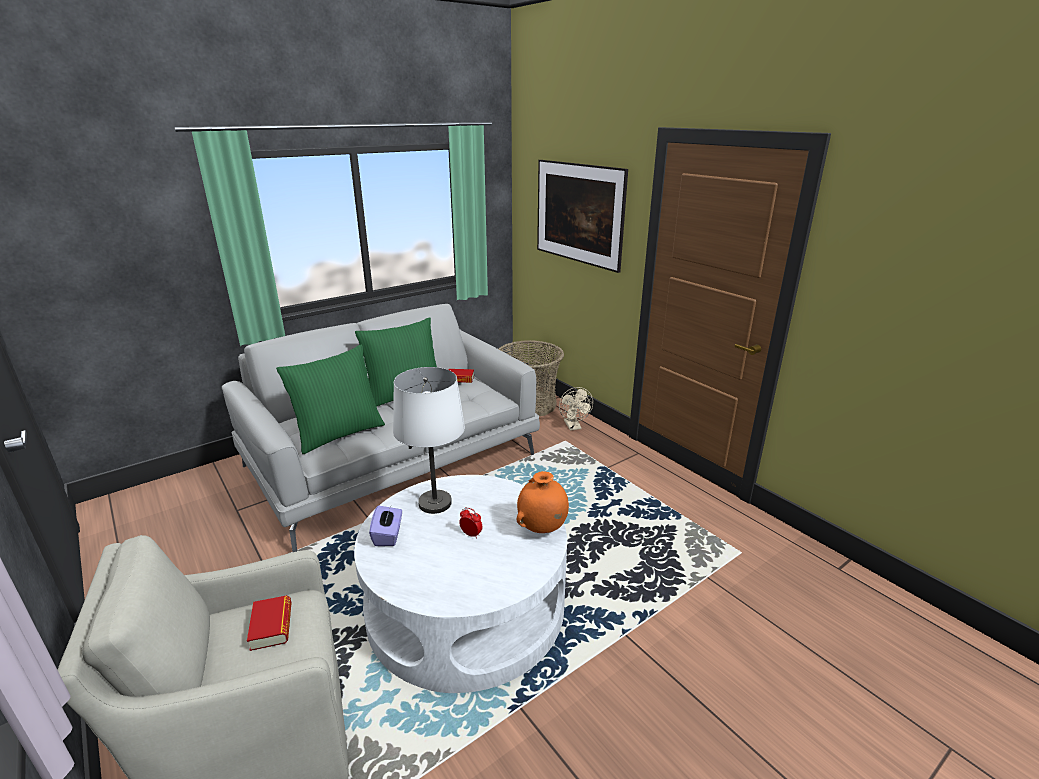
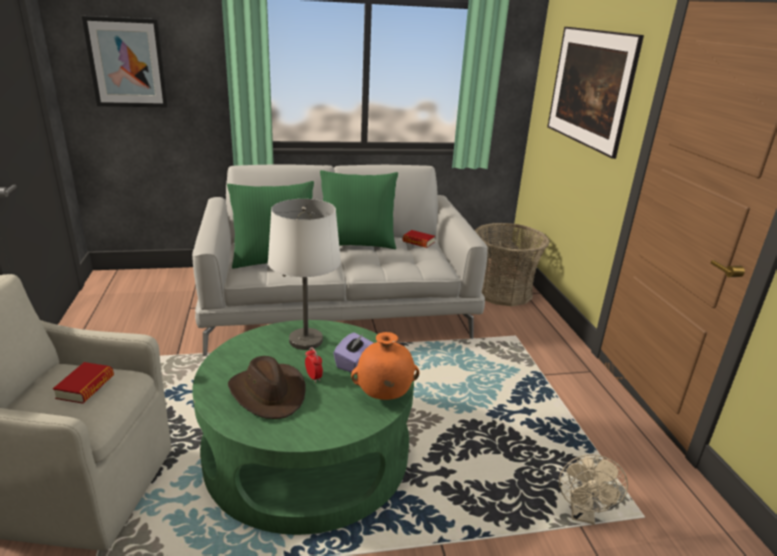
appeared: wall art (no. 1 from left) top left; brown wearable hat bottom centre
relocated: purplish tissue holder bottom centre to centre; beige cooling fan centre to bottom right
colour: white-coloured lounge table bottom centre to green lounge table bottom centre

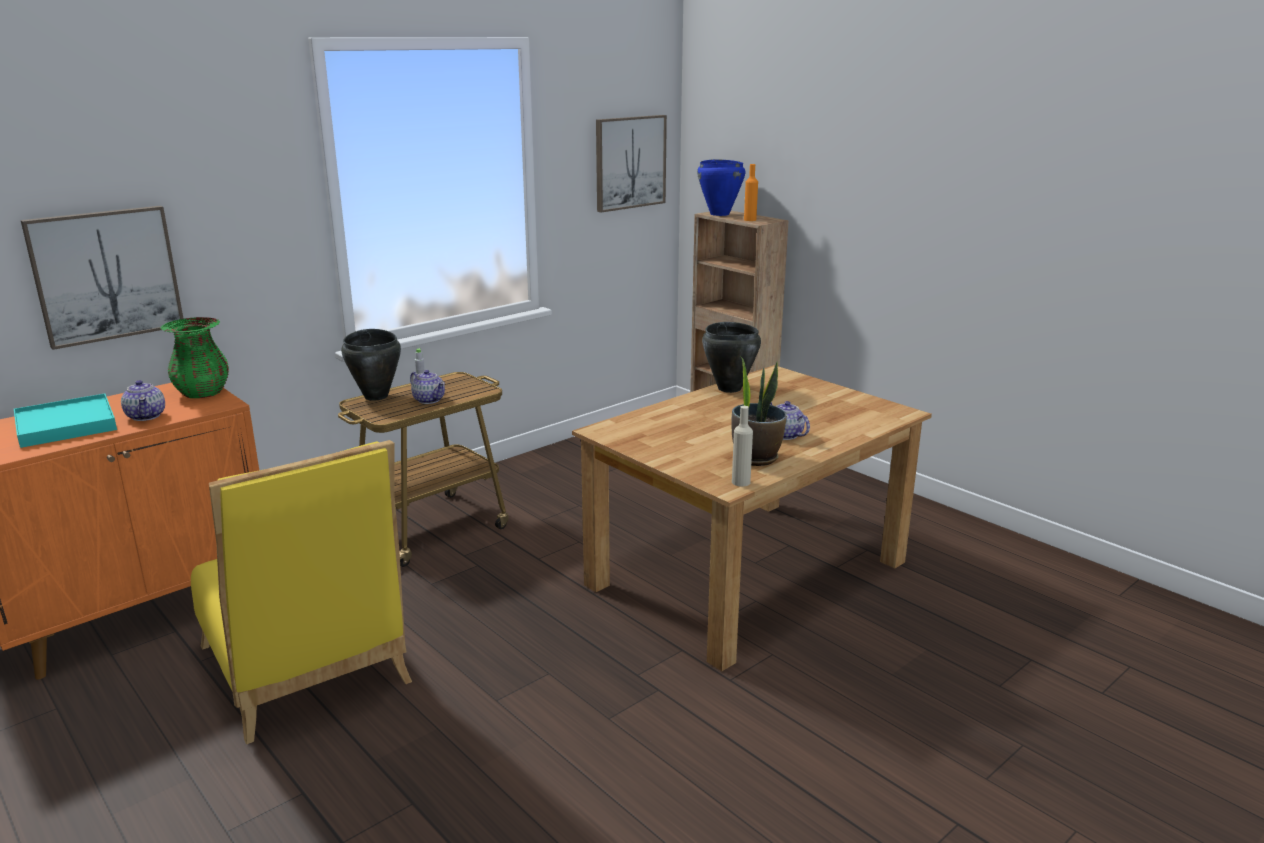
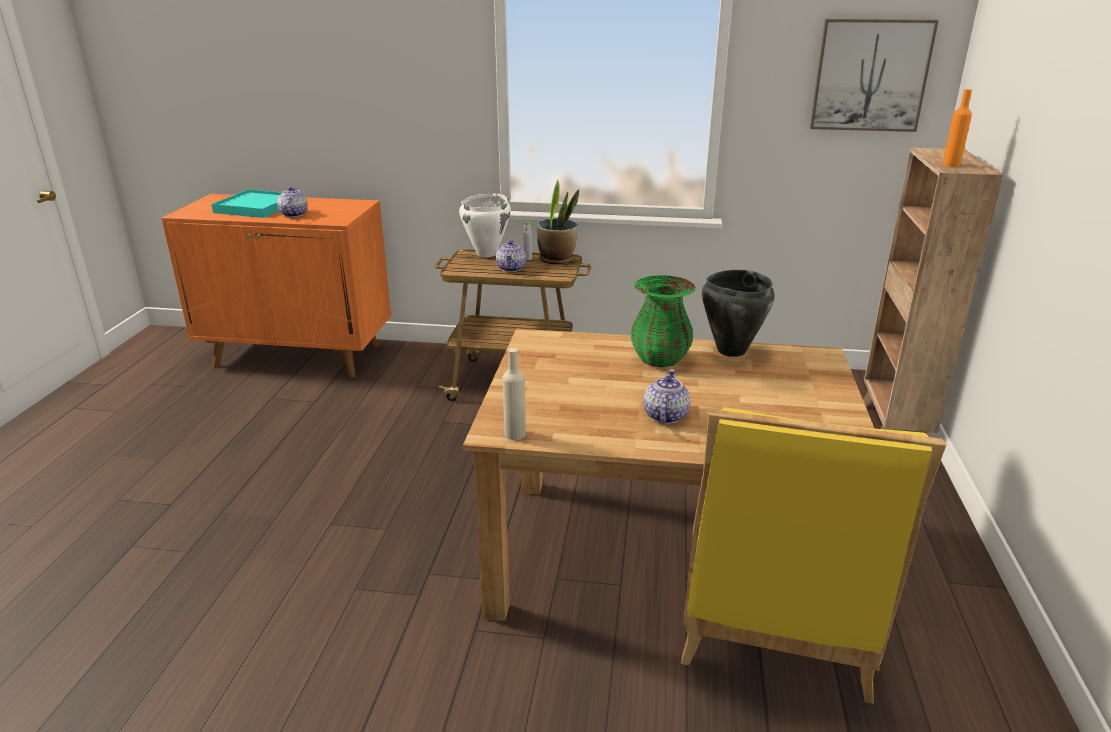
missing: wall art (no. 1 from left) top left; blue-coloured cooking pot top centre
relocated: green flower vase middle left to centre; yellow-coloured plain chair bottom left to bottom right; plant in a pot centre to top centre
colour: black cooking pot (no. 1 from left) middle left to white-coloured cooking pot top centre
spun: tea pot (no. 1 from left) middle left = top left 150 degrees clockwise

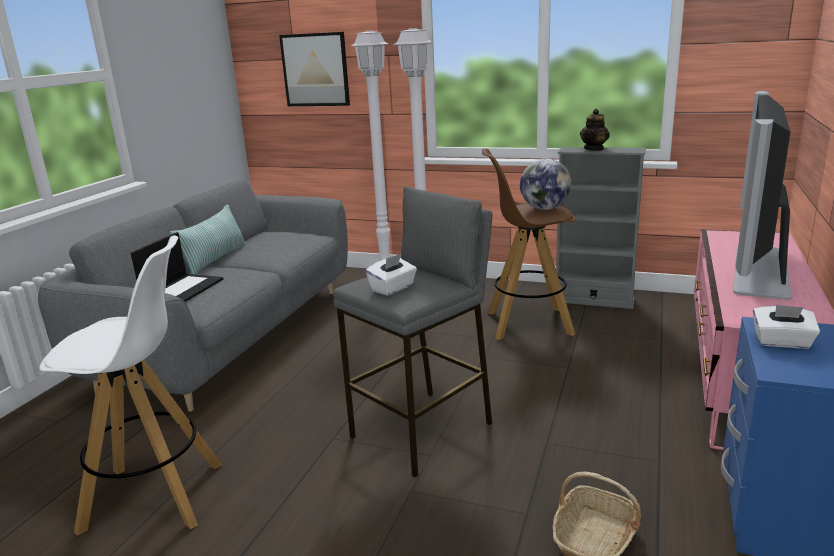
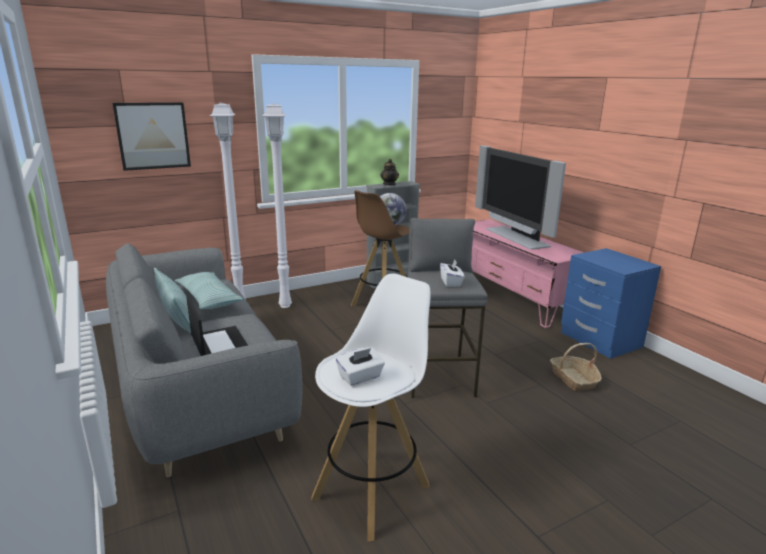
appeared: throw pillow (no. 2 from left) middle left
relocated: white-coloured tissue holder (no. 2 from left in the first image) middle right to white-coloured tissue holder (no. 1 from left) centre

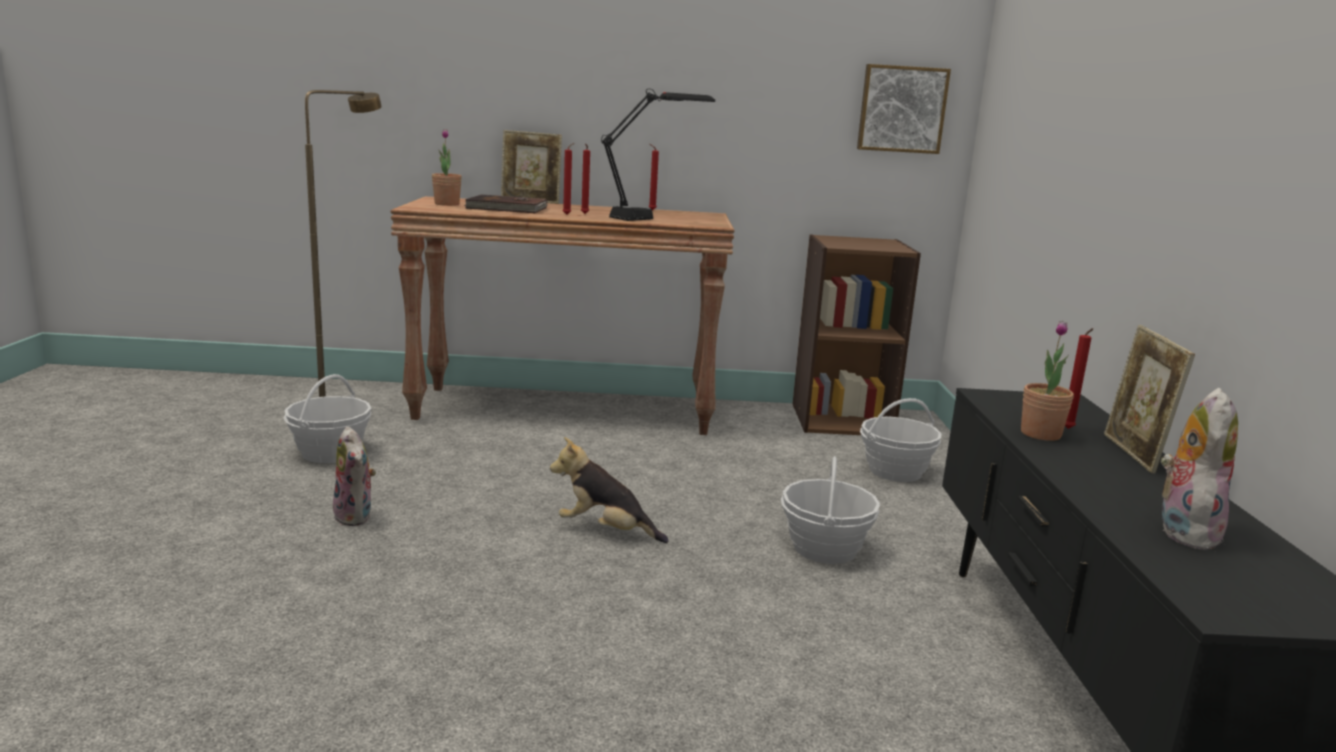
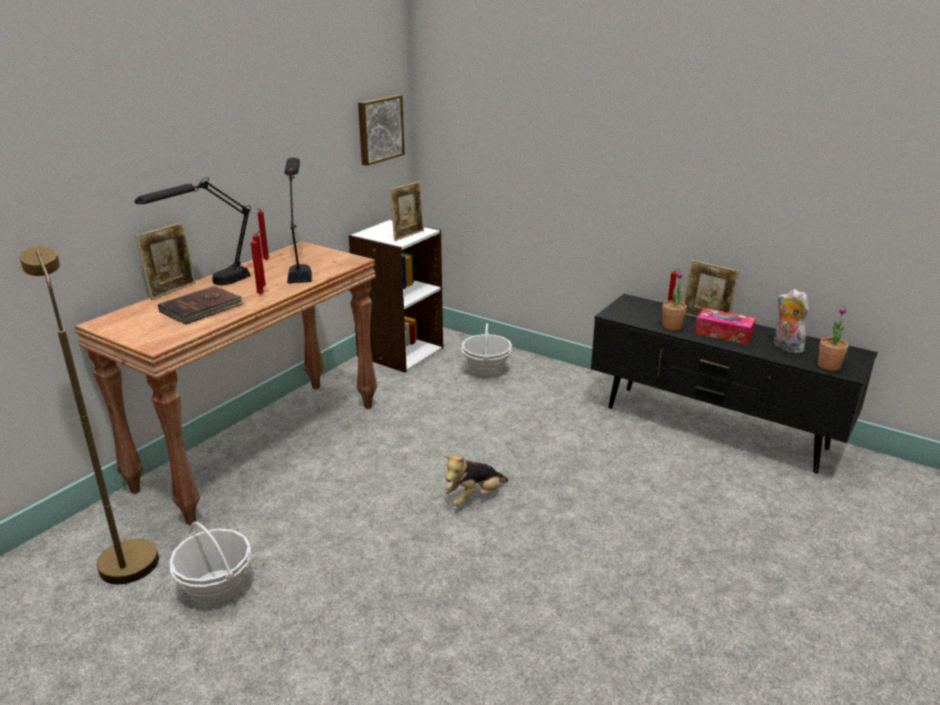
missing: plush toy (no. 1 from left) middle left; basket (no. 2 from left) bottom centre
appeared: black table lamp (no. 1 from left) top left; standing frame (no. 2 from left) top centre; tissue holder middle right
relocated: plant in a pot (no. 1 from left in the first image) top centre to plant in a pot (no. 2 from left) middle right
colour: brown bookcase centre to white-coloured bookcase centre

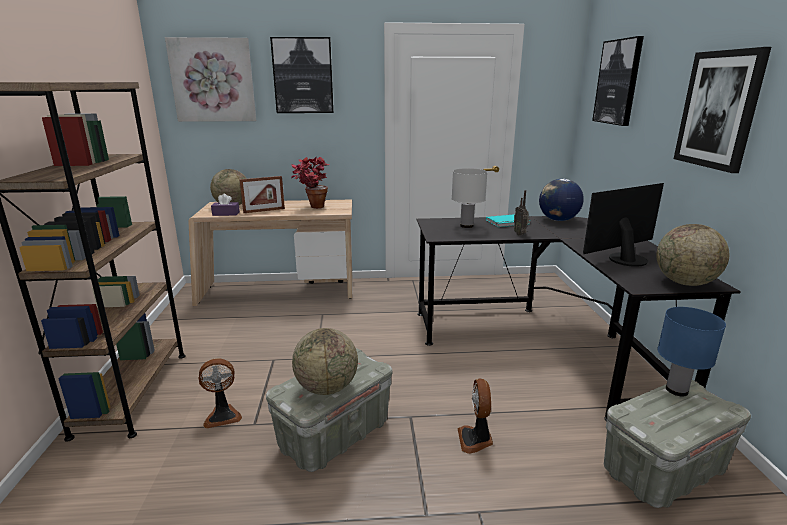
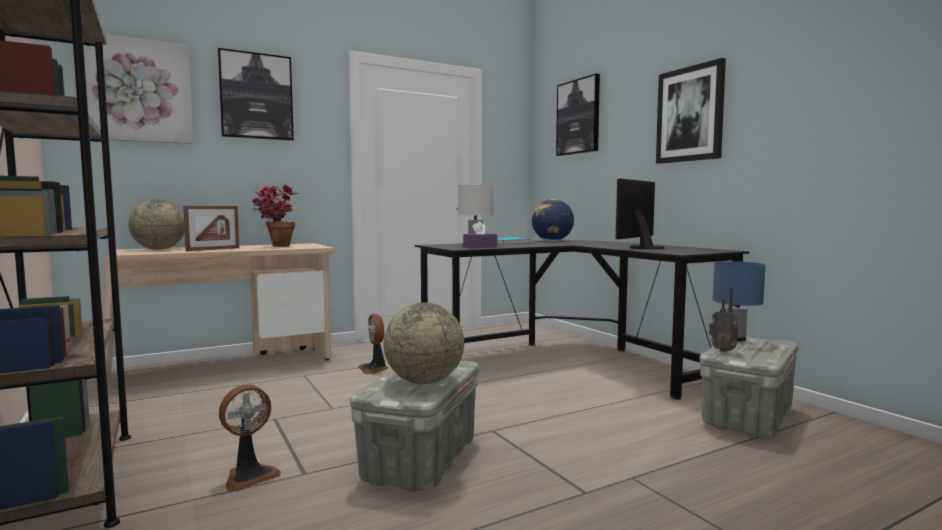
missing: world globe (no. 4 from left) middle right
relocated: purplish tissue holder middle left to centre; cooling fan (no. 2 from left) bottom centre to centre; radio receiver centre to middle right

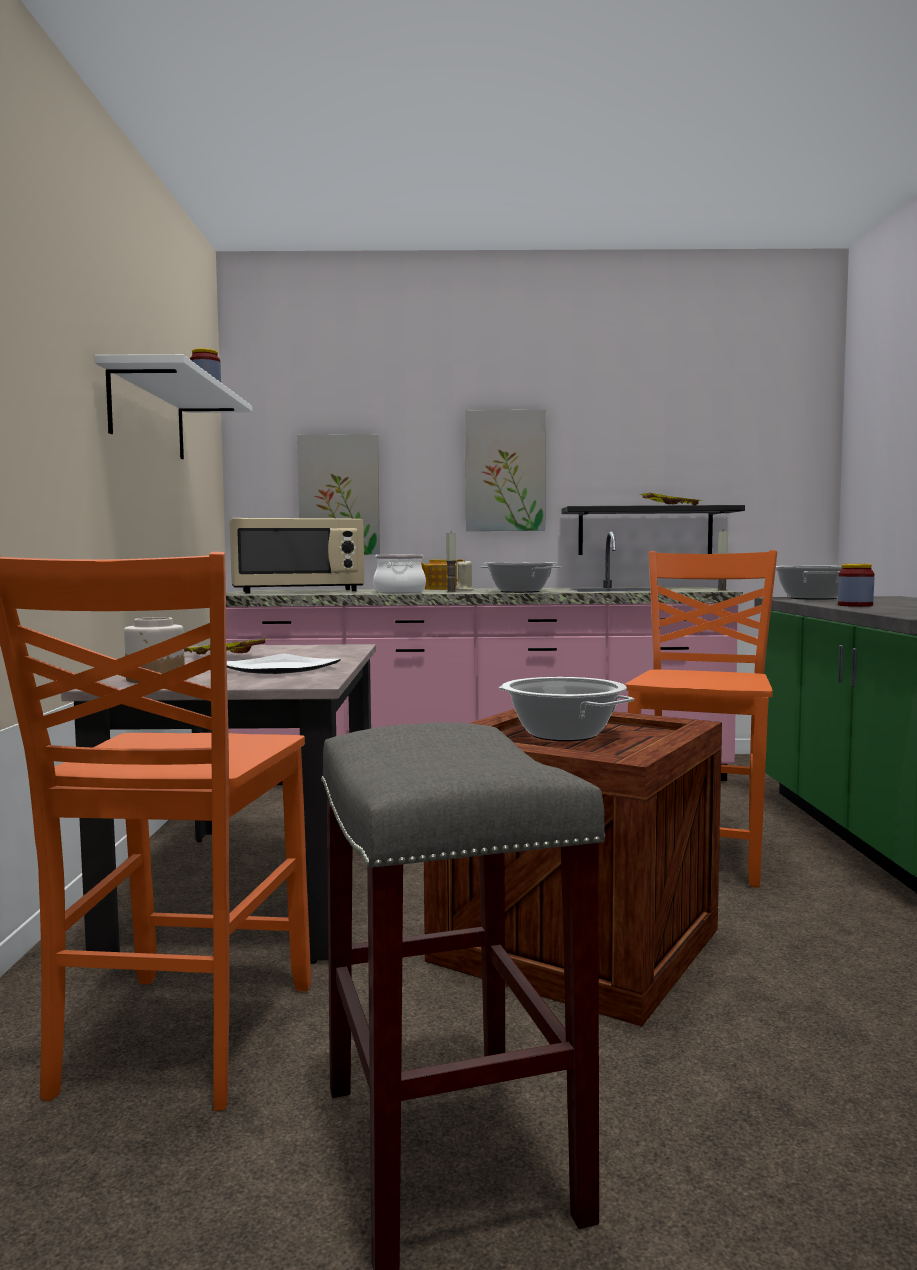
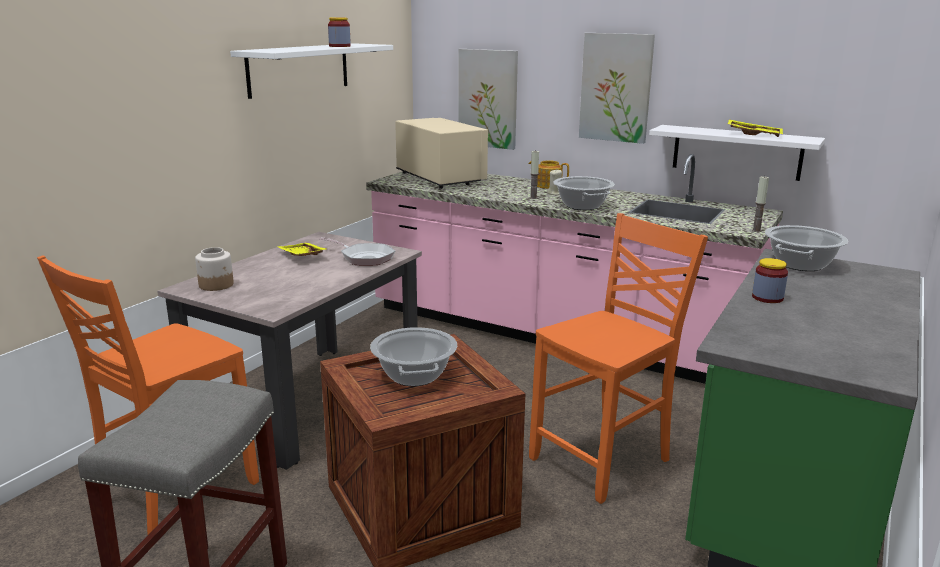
missing: plate middle left; cooking pot (no. 1 from left) centre
appeared: skillet centre
colour: black wall shelf middle right to white-coloured wall shelf (no. 2 from left) top right
spun: beige microwave middle left = top centre 135 degrees counterclockwise

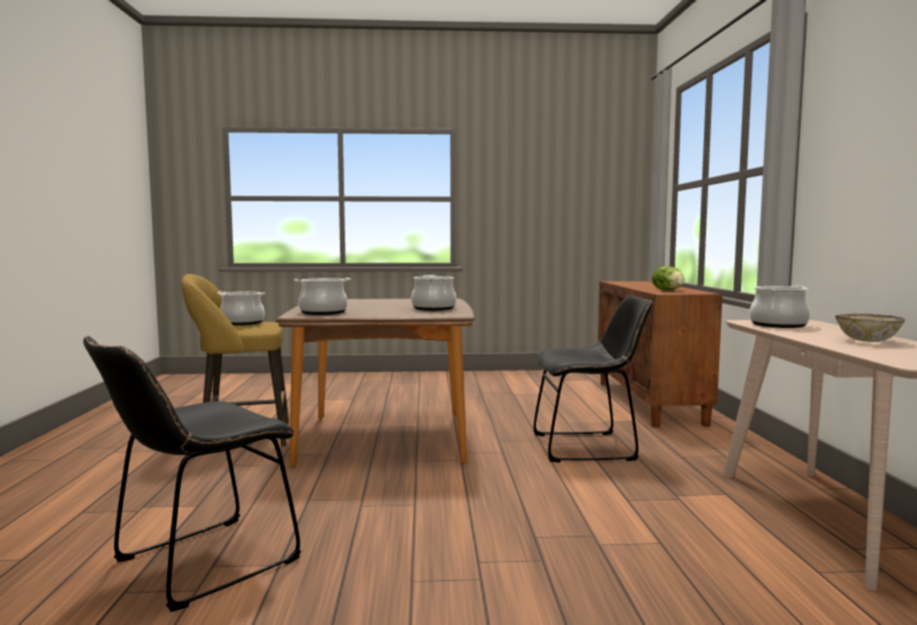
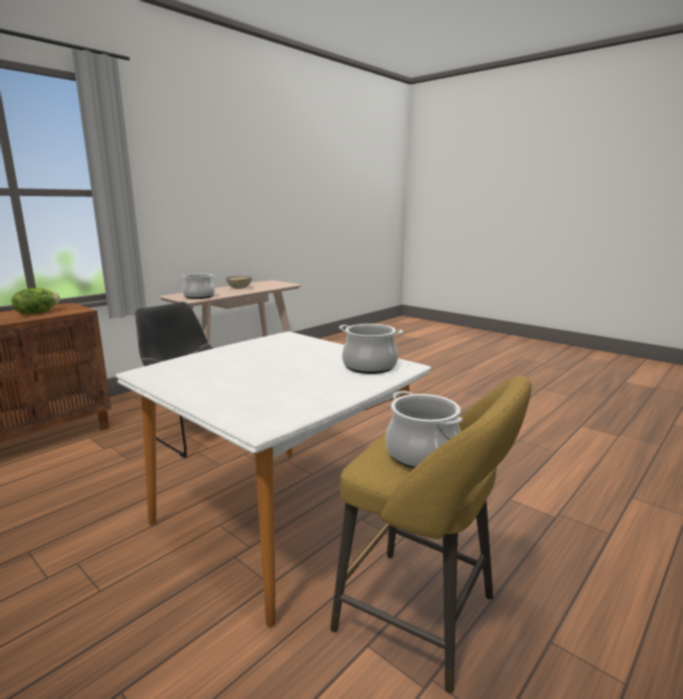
missing: black plain chair (no. 1 from left) bottom left; cooking pot (no. 3 from left) centre
colour: brown dinner table centre to white-coloured dinner table bottom centre

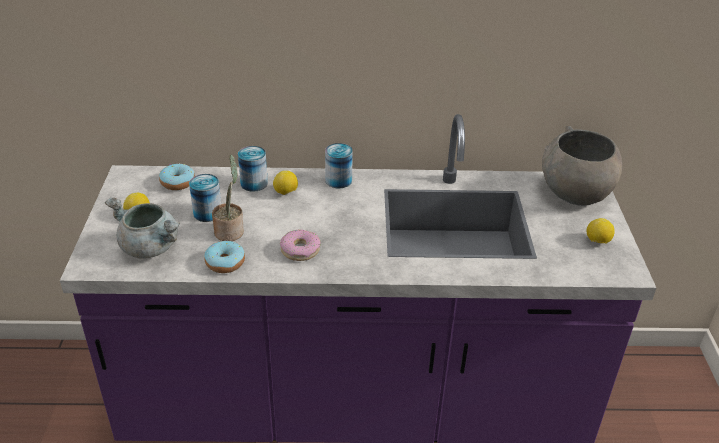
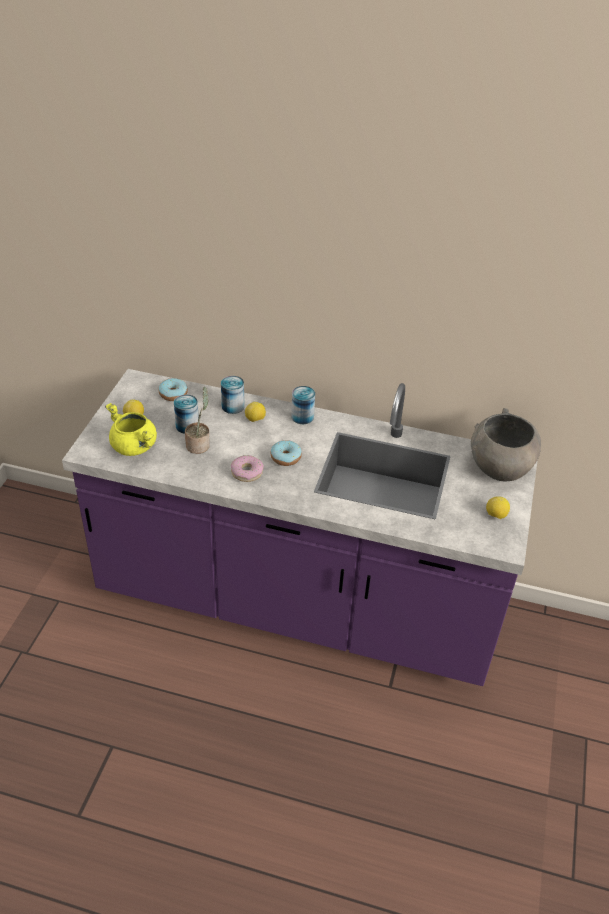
relocated: ring doughnut (no. 2 from left in the first image) middle left to ring doughnut (no. 3 from left) centre
colour: greyish cooking pot middle left to yellow-coloured cooking pot middle left

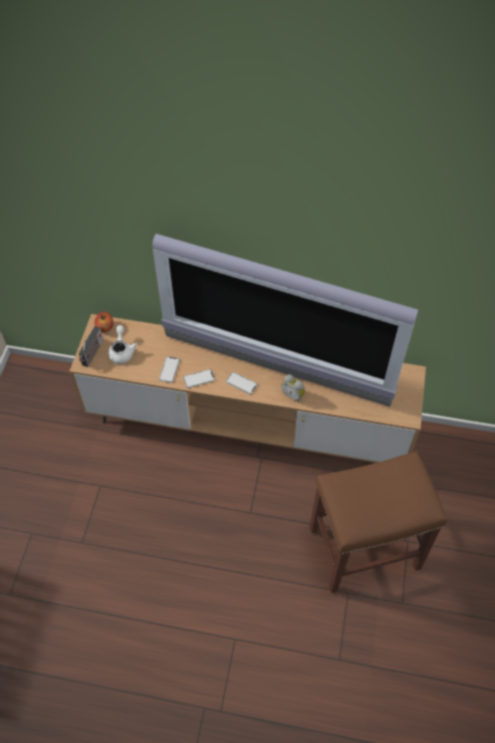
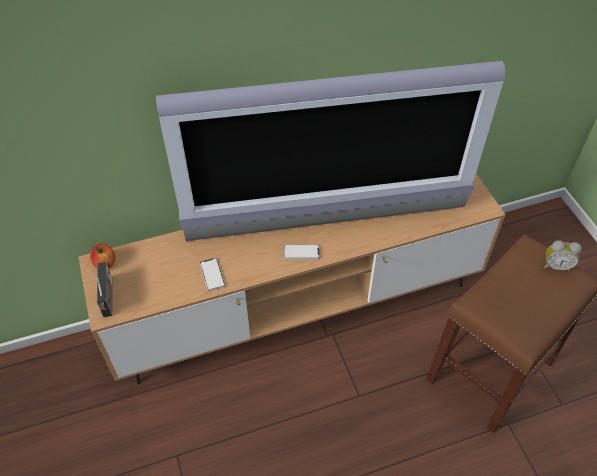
missing: white-coloured tea pot middle left; handset (no. 2 from left) centre
relocated: bedside clock centre to middle right

